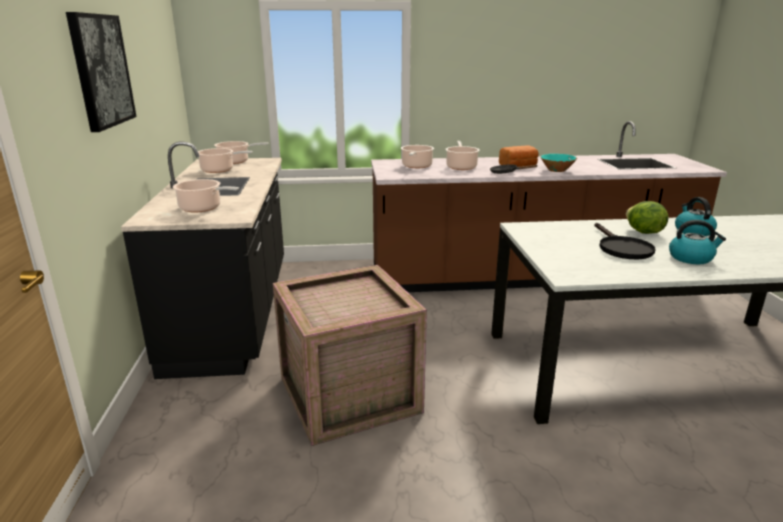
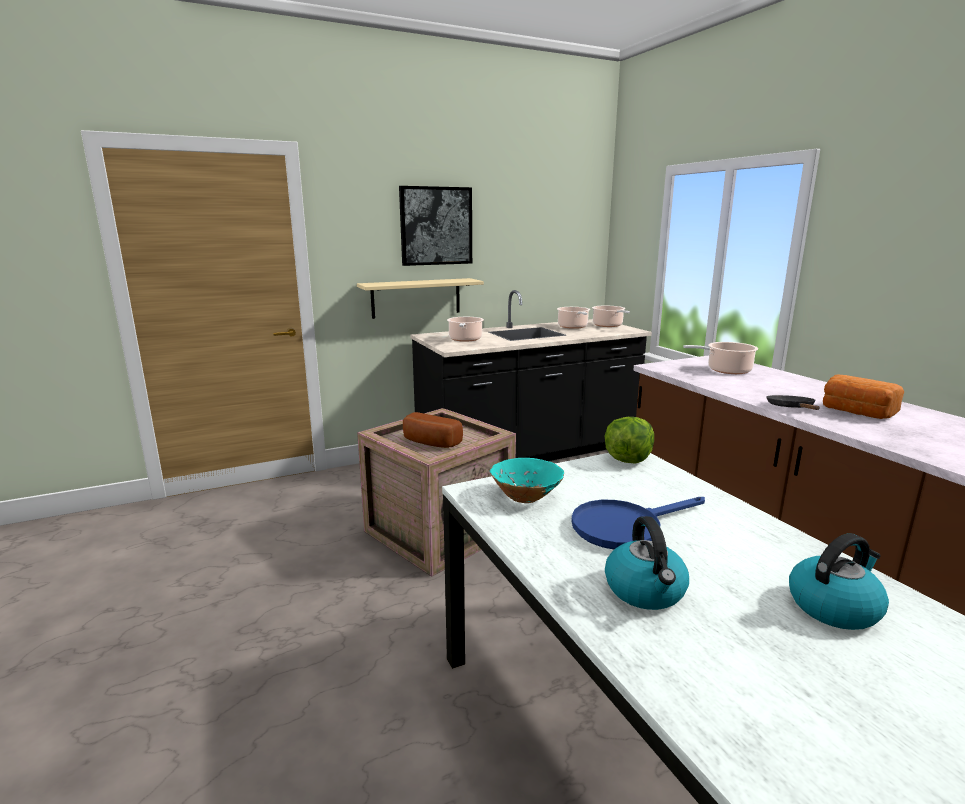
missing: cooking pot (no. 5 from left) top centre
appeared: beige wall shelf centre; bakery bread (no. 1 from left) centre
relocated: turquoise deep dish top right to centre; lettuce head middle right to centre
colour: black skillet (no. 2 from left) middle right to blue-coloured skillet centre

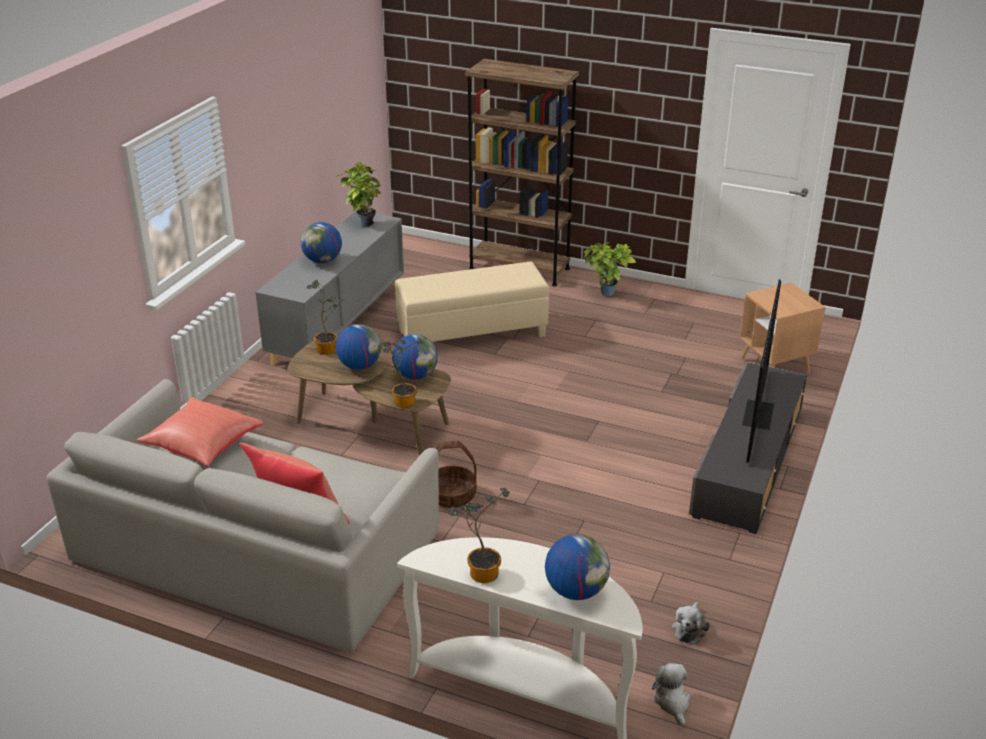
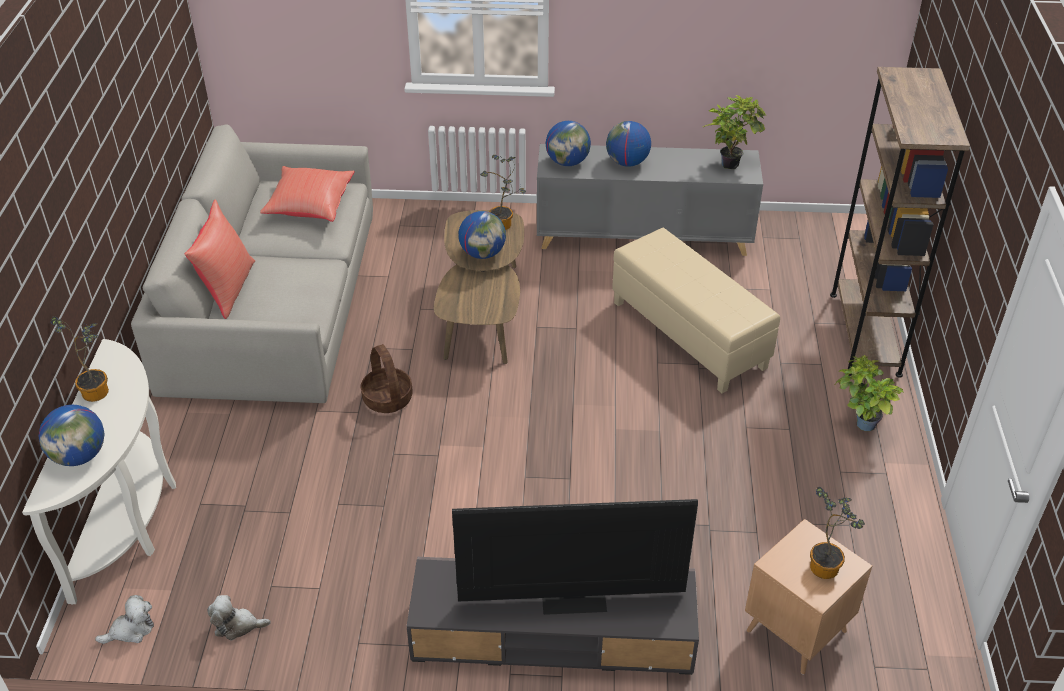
relocated: plant in a pot (no. 3 from left in the first image) centre to plant in a pot (no. 4 from left) bottom right; world globe (no. 3 from left) centre to top centre

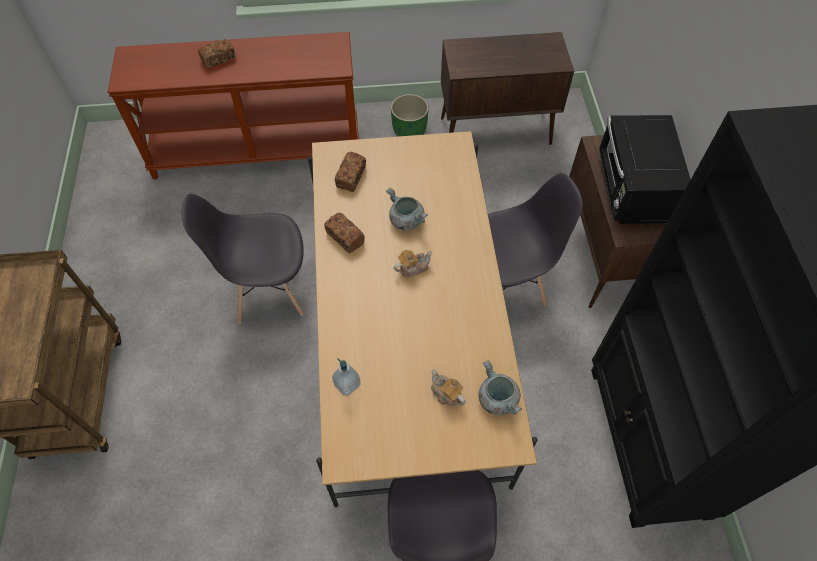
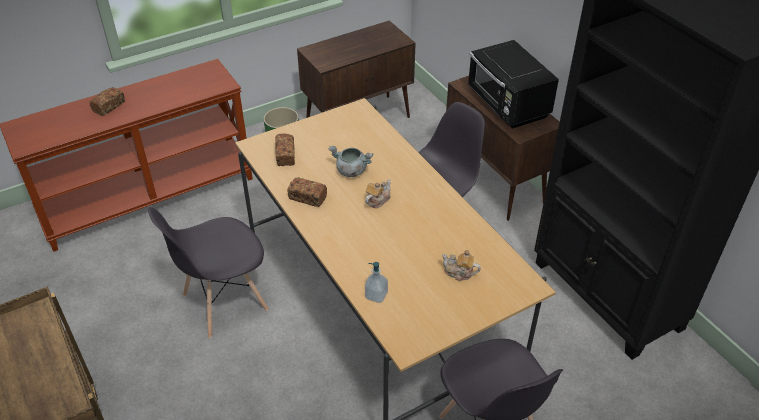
missing: greyish cooking pot (no. 2 from left) bottom centre

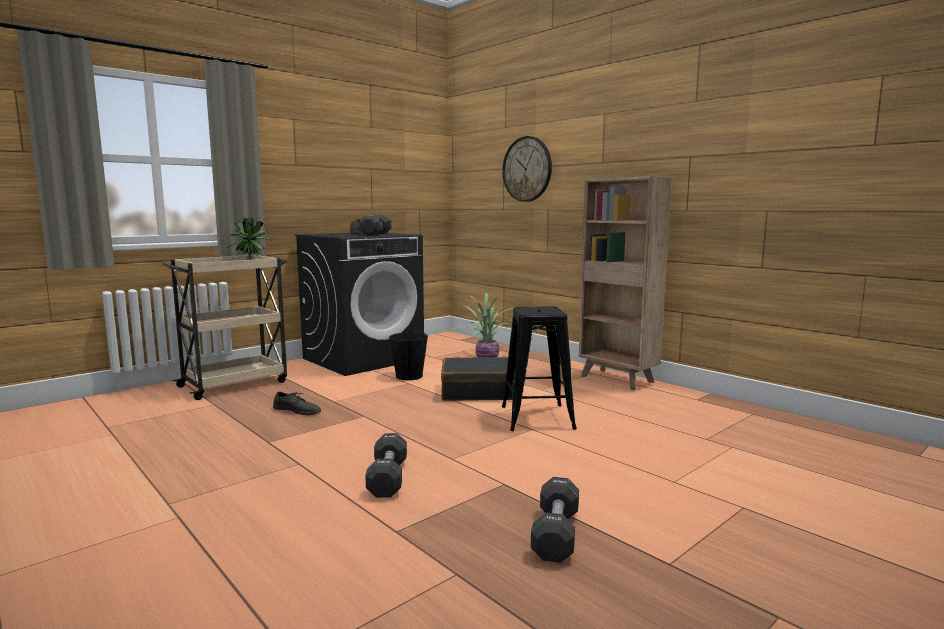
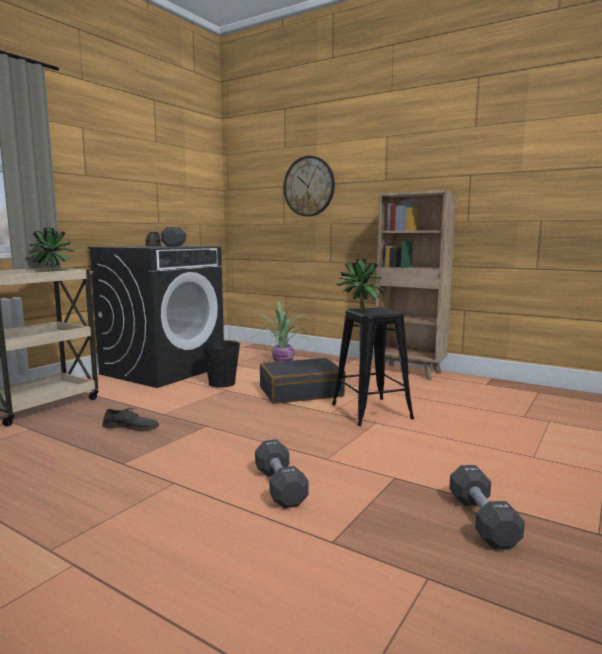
appeared: plant in a pot (no. 3 from left) centre

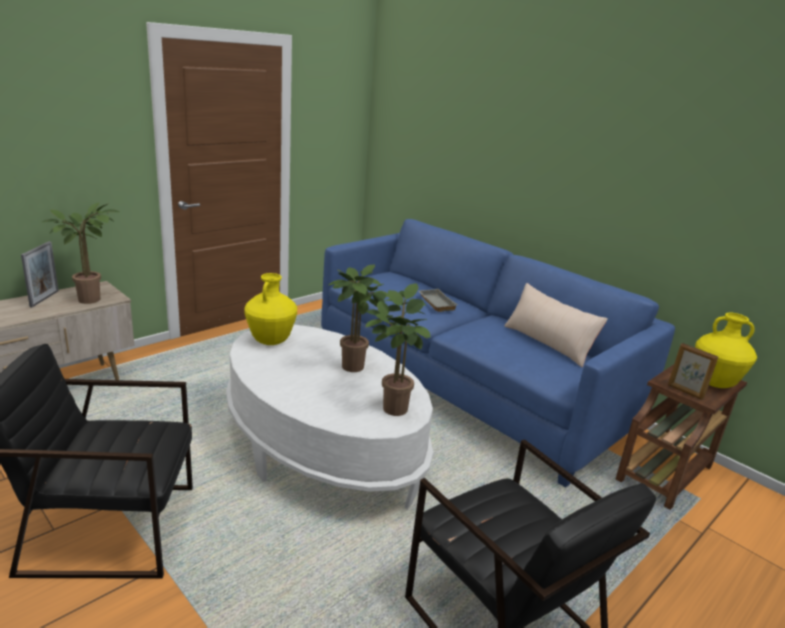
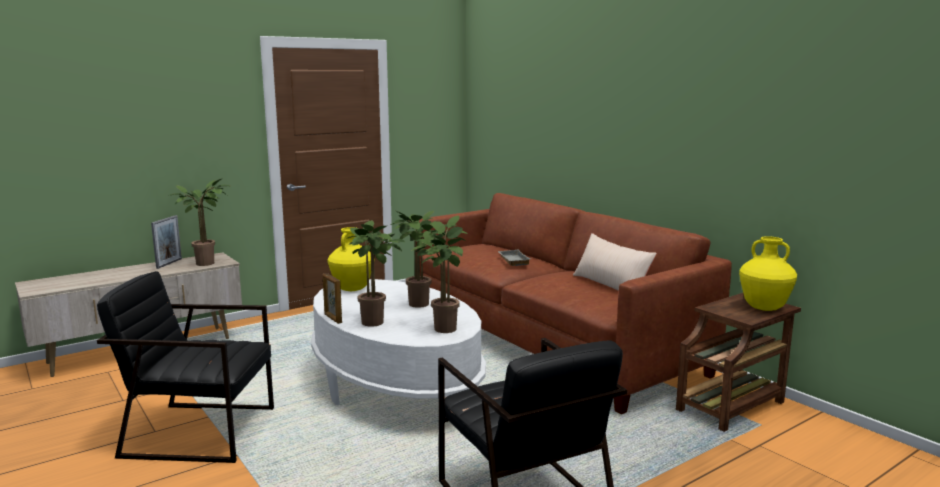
appeared: plant in a pot (no. 2 from left) centre
relocated: standing frame (no. 2 from left) middle right to centre
colour: blue-coloured couch centre to brown couch centre

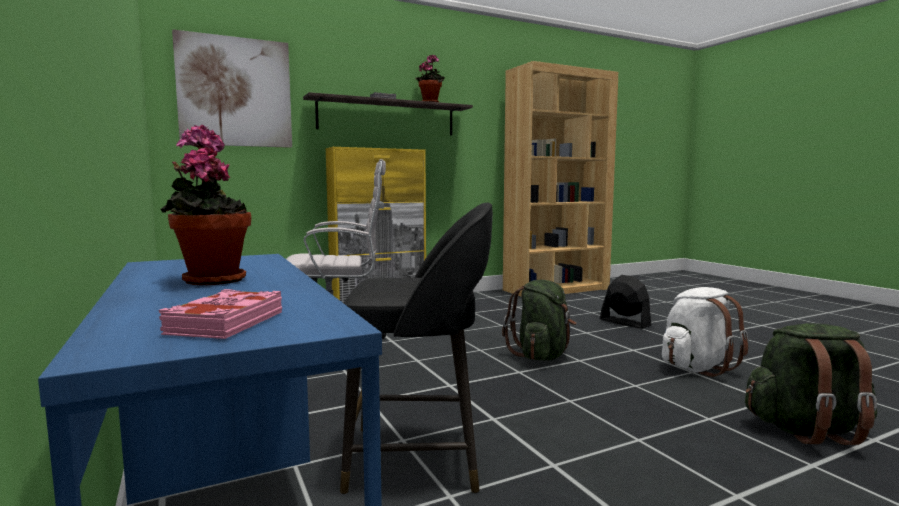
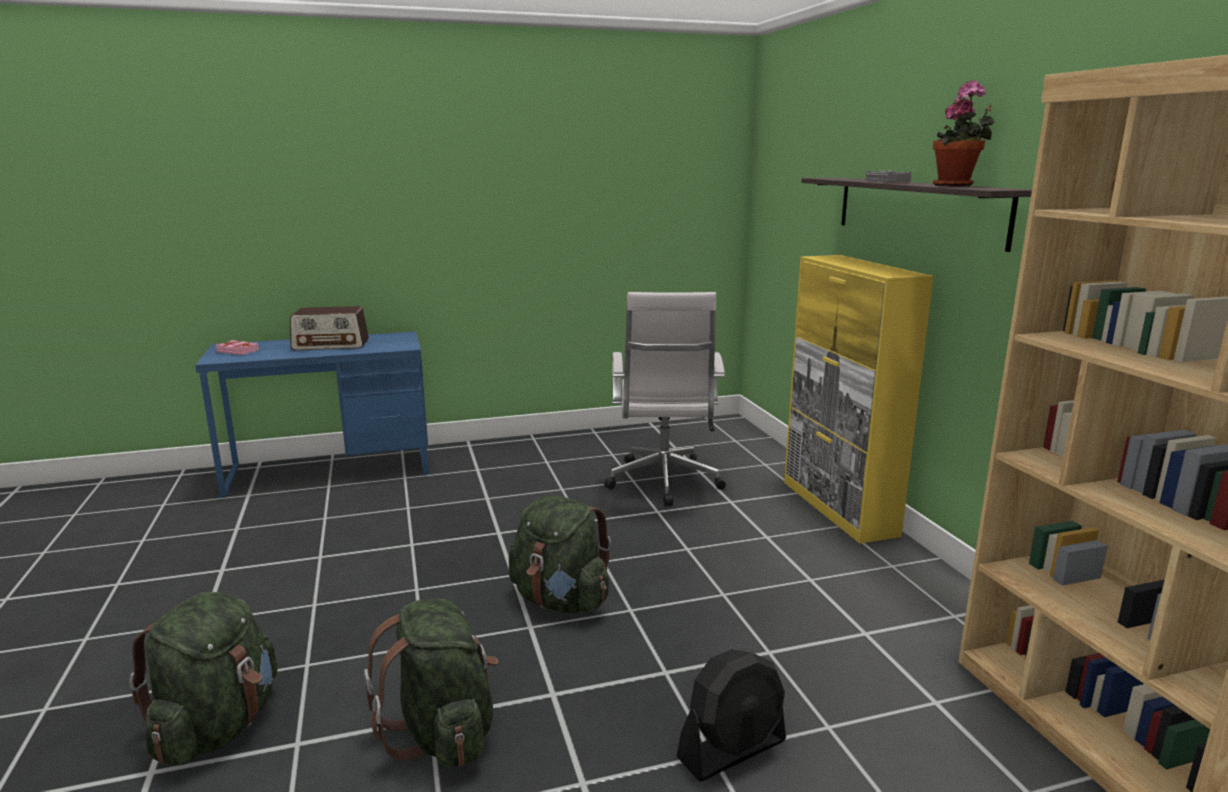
missing: wall art top left; black stool bottom centre
exchanged: plant in a pot (no. 1 from left) middle left to radio receiver middle left
colour: white-coloured knapsack middle right to green knapsack (no. 2 from left) bottom centre

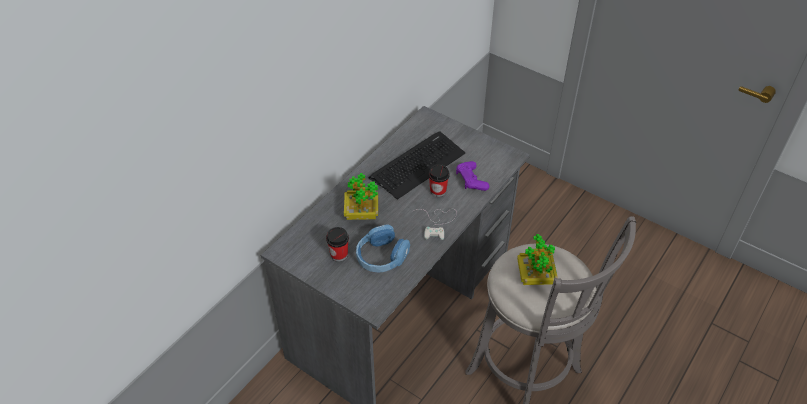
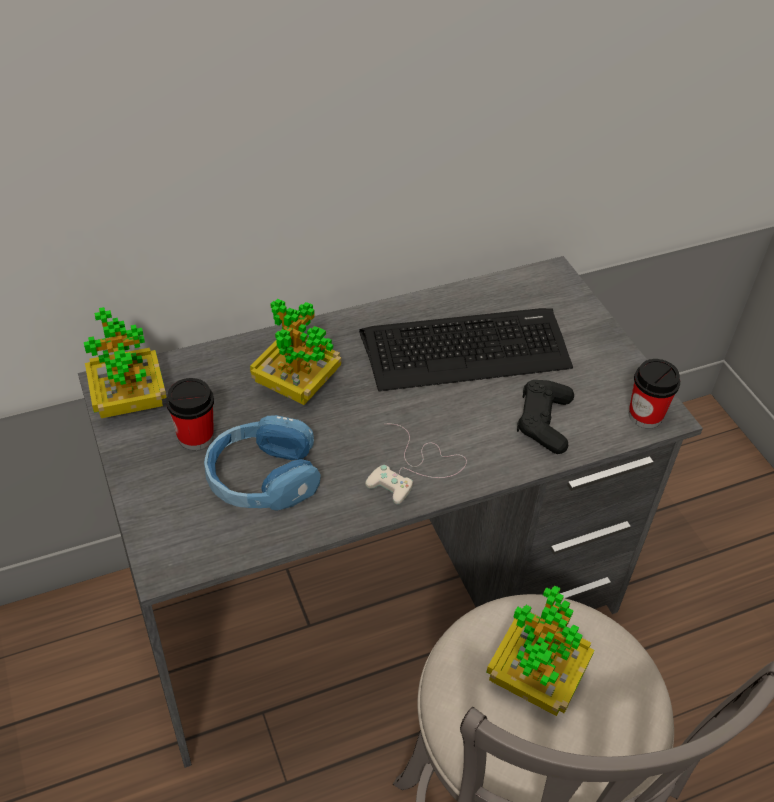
appeared: plant in a pot (no. 1 from left) middle left
relocated: drinking cup (no. 2 from left) centre to middle right
colour: purplish gamepad centre to black gamepad middle right

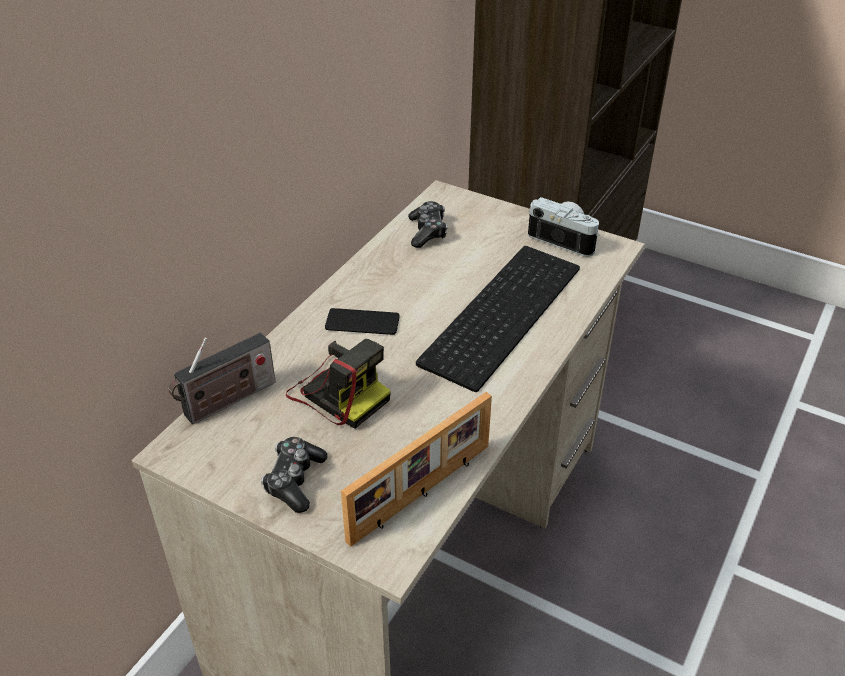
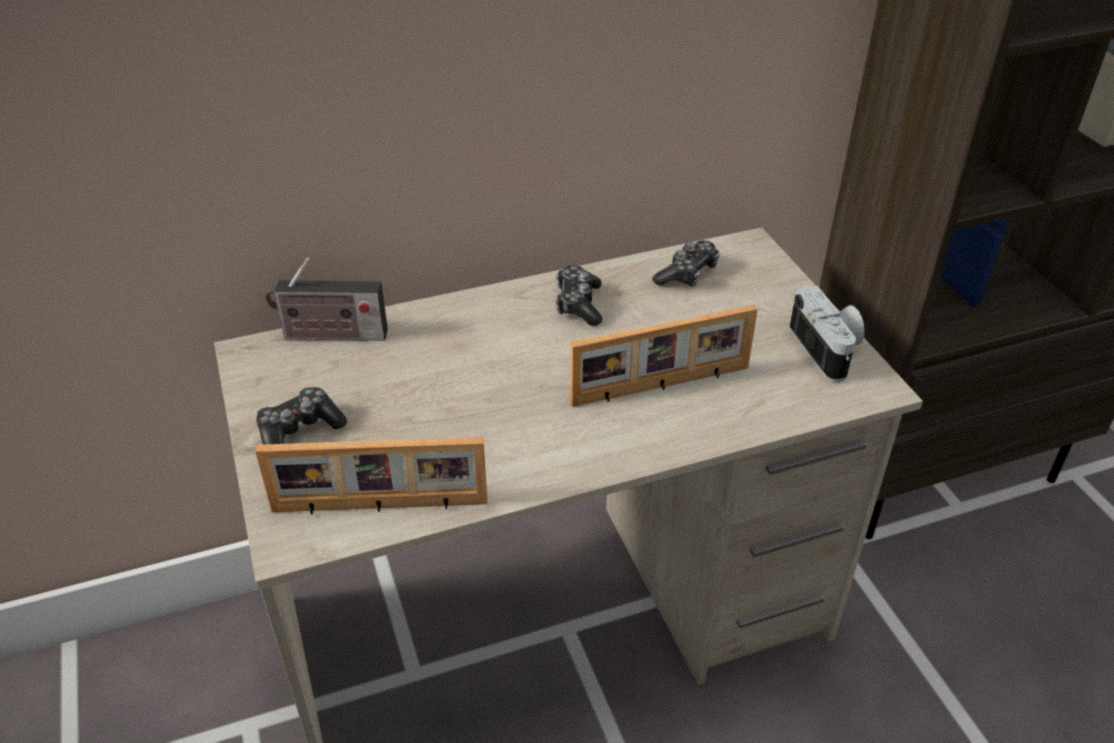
missing: still camera (no. 1 from left) centre; handset centre
appeared: gamepad (no. 2 from left) centre
exchanged: PC keyboard centre to standing frame (no. 2 from left) centre

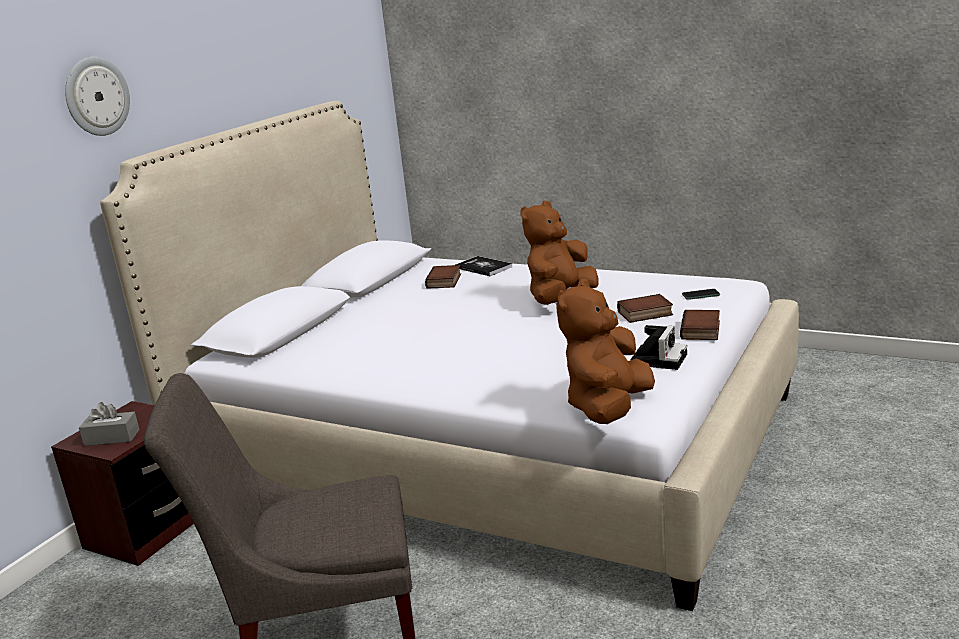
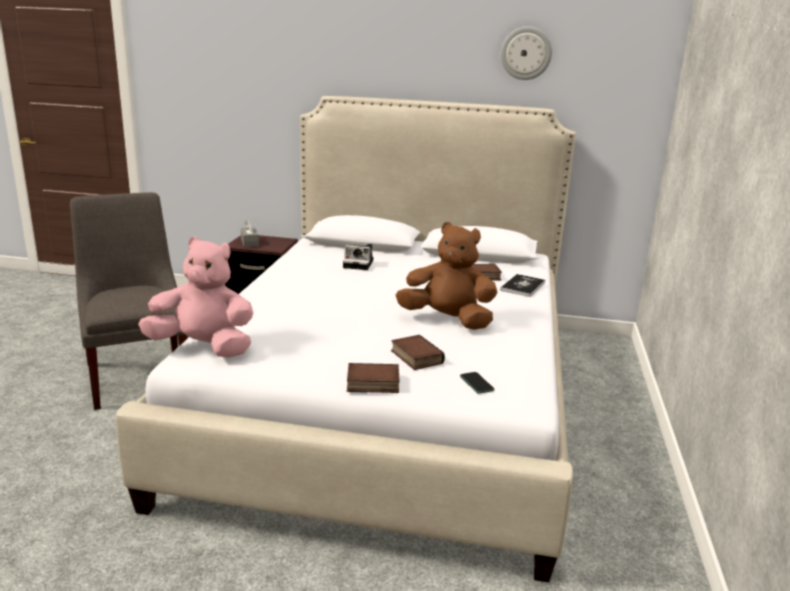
relocated: clock on the wall top left to top centre; still camera middle right to centre
colour: brown plush toy (no. 2 from left) centre to pink-coloured plush toy middle left

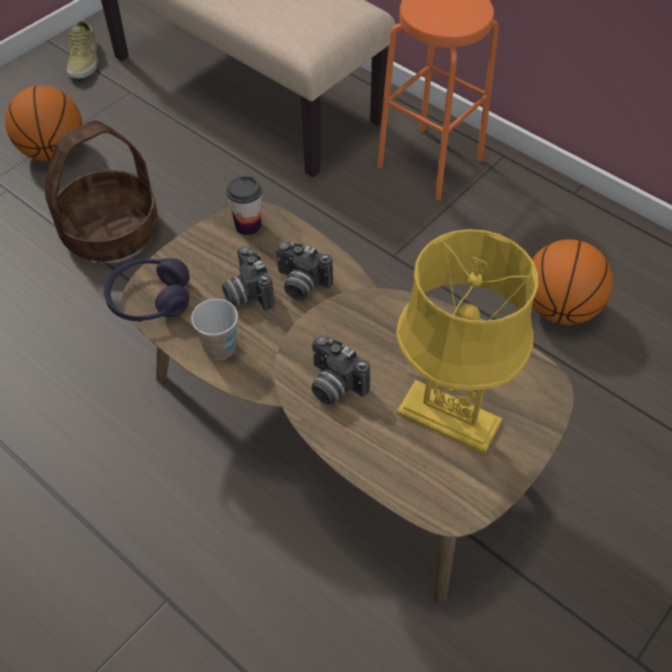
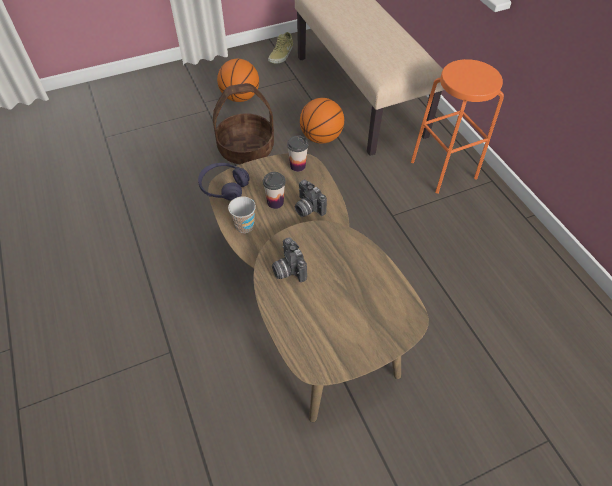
missing: yellow-coloured table lamp middle right
relocated: basketball (no. 2 from left) middle right to top centre
exchanged: still camera (no. 1 from left) centre to drinking cup (no. 2 from left) centre

